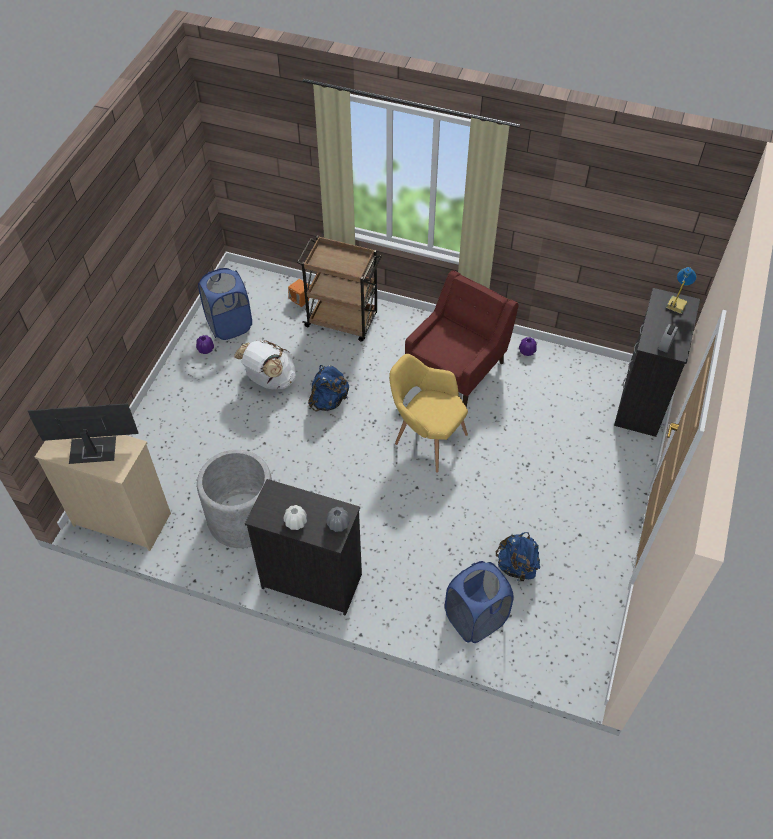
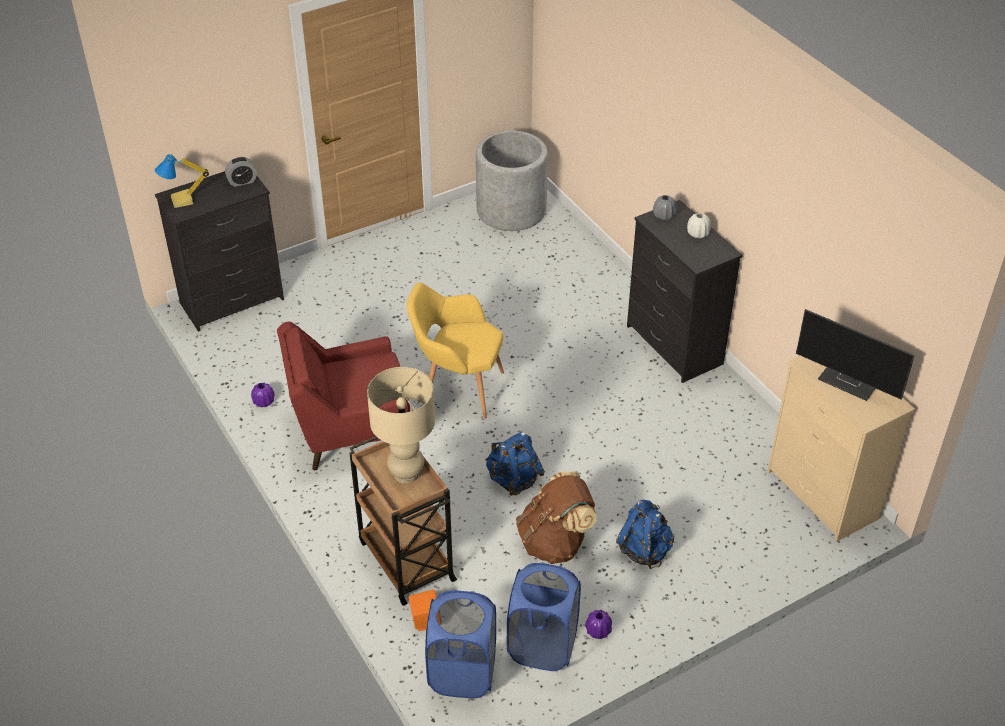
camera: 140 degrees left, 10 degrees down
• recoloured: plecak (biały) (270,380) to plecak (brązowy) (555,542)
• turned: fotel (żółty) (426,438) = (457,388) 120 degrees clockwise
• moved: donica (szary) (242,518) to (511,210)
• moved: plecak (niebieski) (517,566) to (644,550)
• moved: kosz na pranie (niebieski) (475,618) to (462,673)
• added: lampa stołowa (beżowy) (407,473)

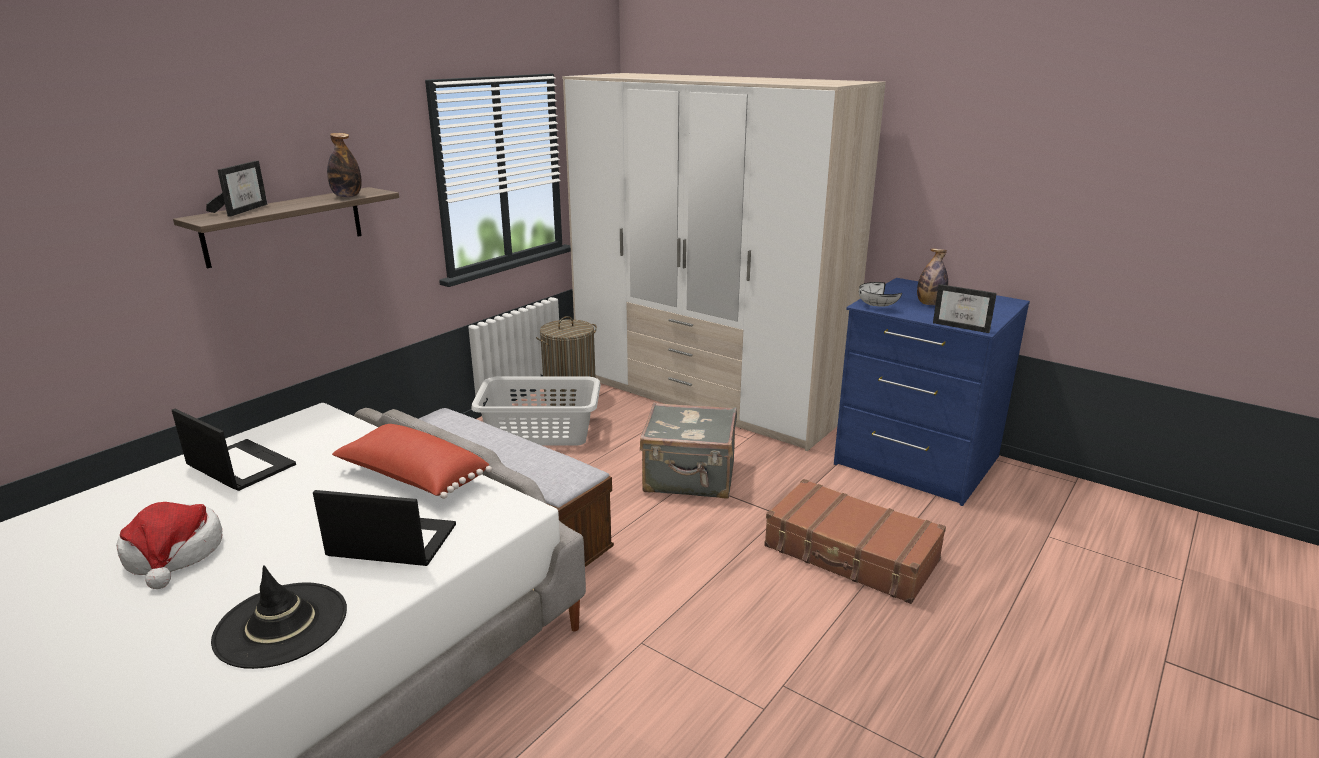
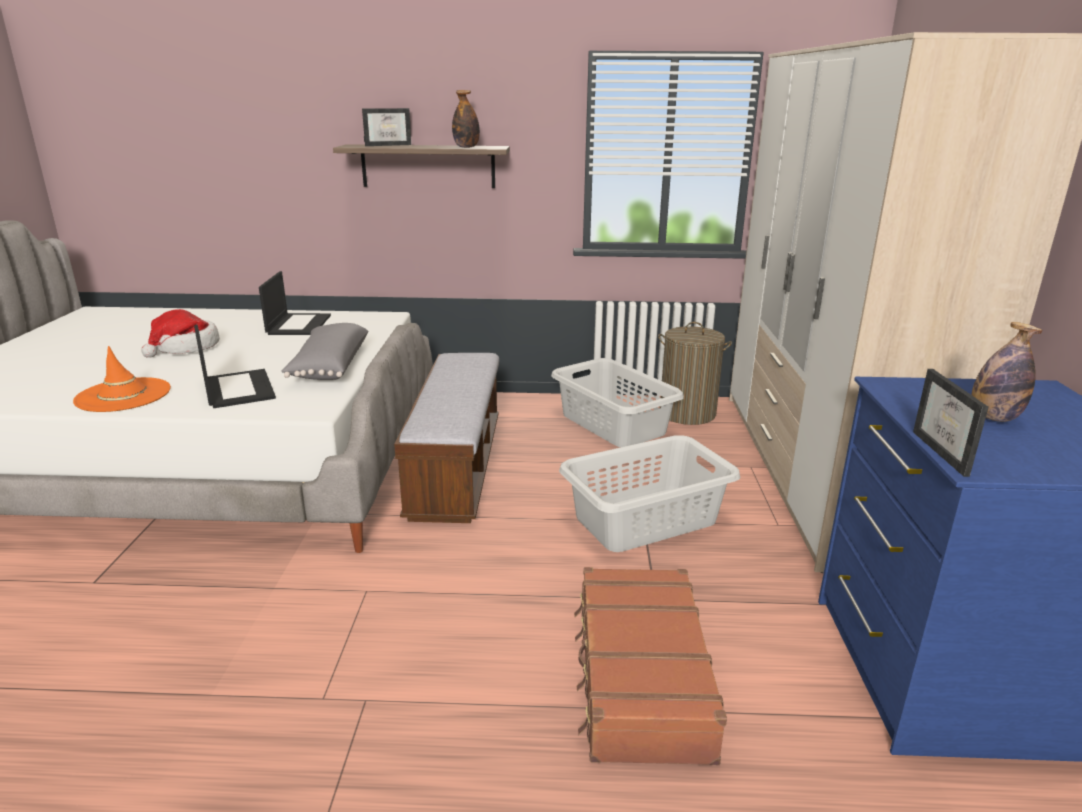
camera: 55 degrees right, 0 degrees up
• removed: miska (biały) (875,306)
• replaced: walizka (szary) (690,478) to kosz na pranie (szary) (646,520)
• recoloured: poduszka (czerwony) (413,478) to poduszka (szary) (328,367)
• recoloured: kapelusz (czarny) (281,625) to kapelusz (pomarańczowy) (123,395)

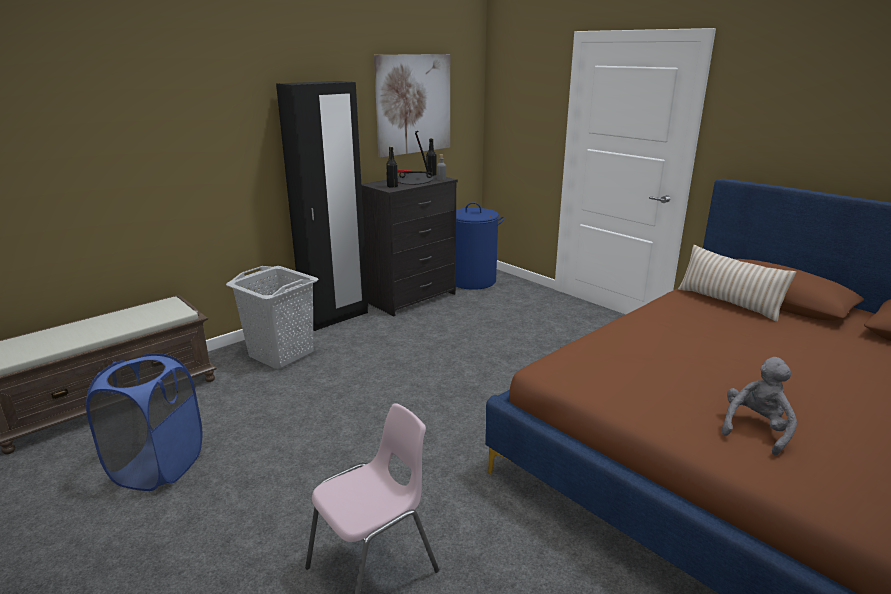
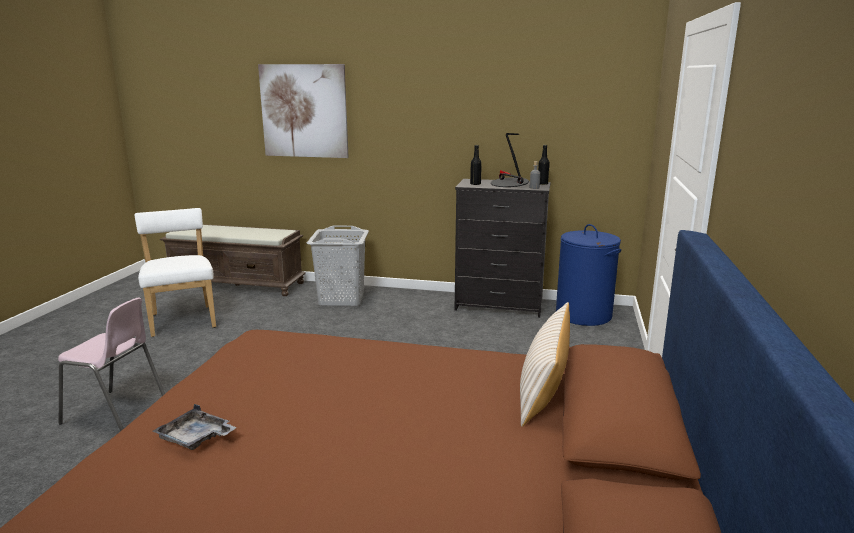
camera: 55 degrees right, 5 degrees down
• moved: obraz (413,104) to (304,111)
• removed: szafa (czarny) (335,318)
• replaced: kosz na pranie (niebieski) (158,466) to krzesło (biały) (183,319)
• replaced: pluszak (szary) (755,429) to taca (szary) (196,438)

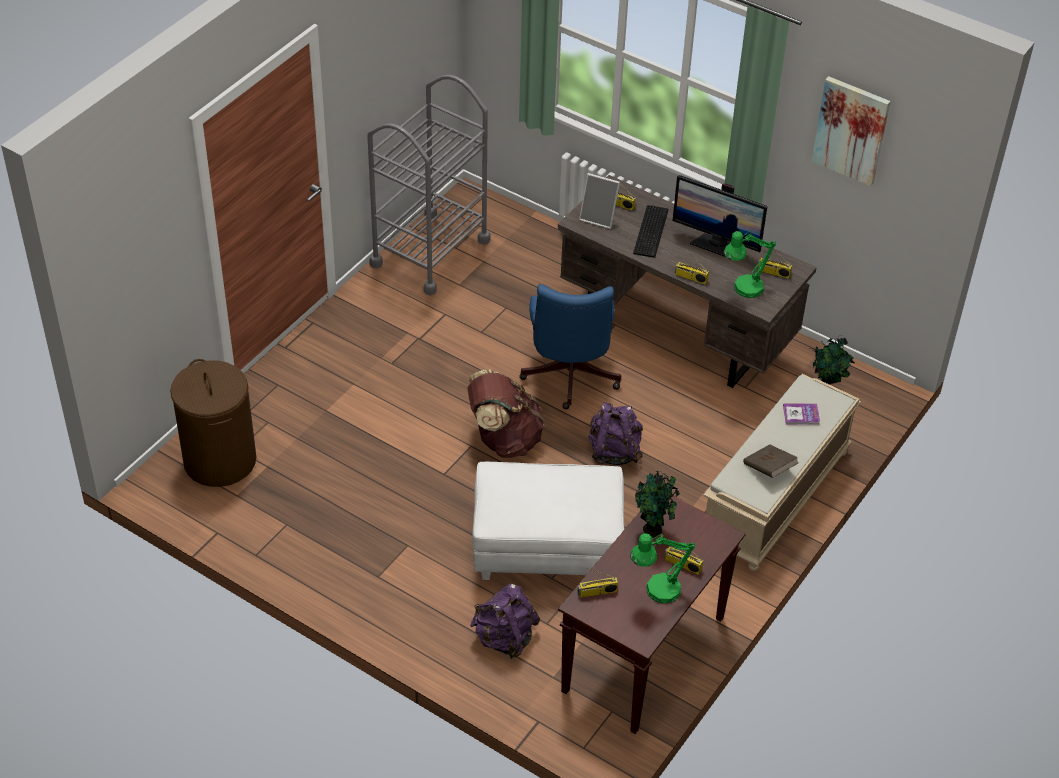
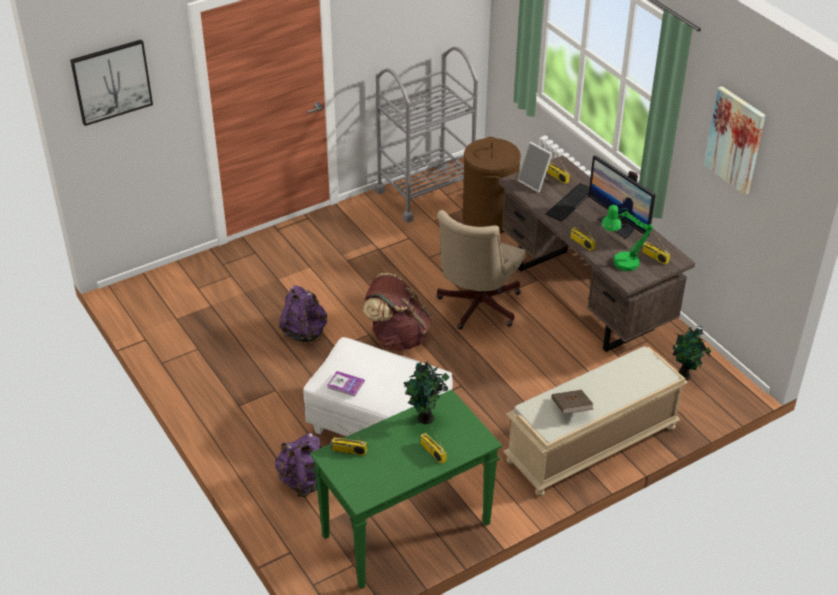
camera: 25 degrees right, 5 degrees down
• recoloured: krzesło biurowe (niebieski) (569,378) to krzesło biurowe (beżowy) (476,308)
• moved: kosz na pranie (brązowy) (219,460) to (488,218)
• moved: plecak (fioletowy) (613,451) to (305,331)
• moved: książka (801,415) to (345,384)
• recoloured: stolik konsolowy (brązowy) (643,656) to stolik konsolowy (zielony) (405,531)
• removed: lampa stołowa (zielony) (656,591)
• added: obraz (111,81)

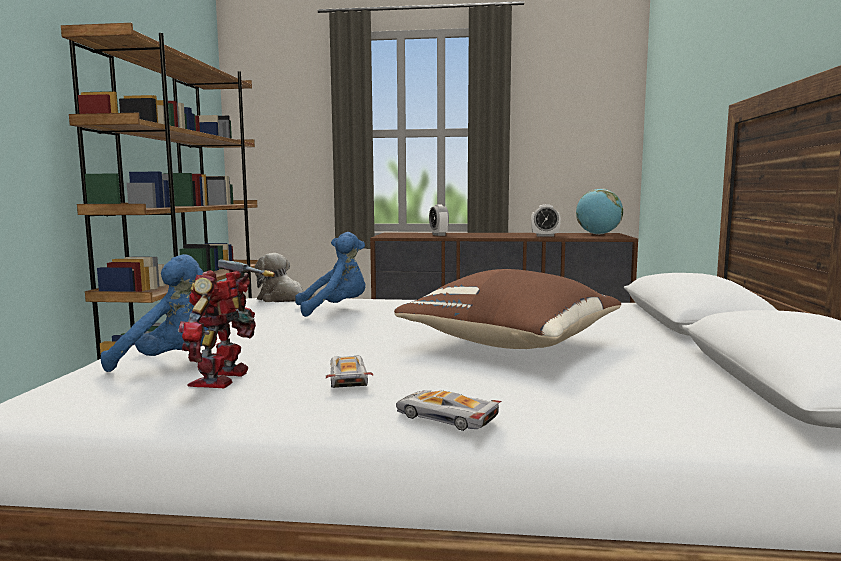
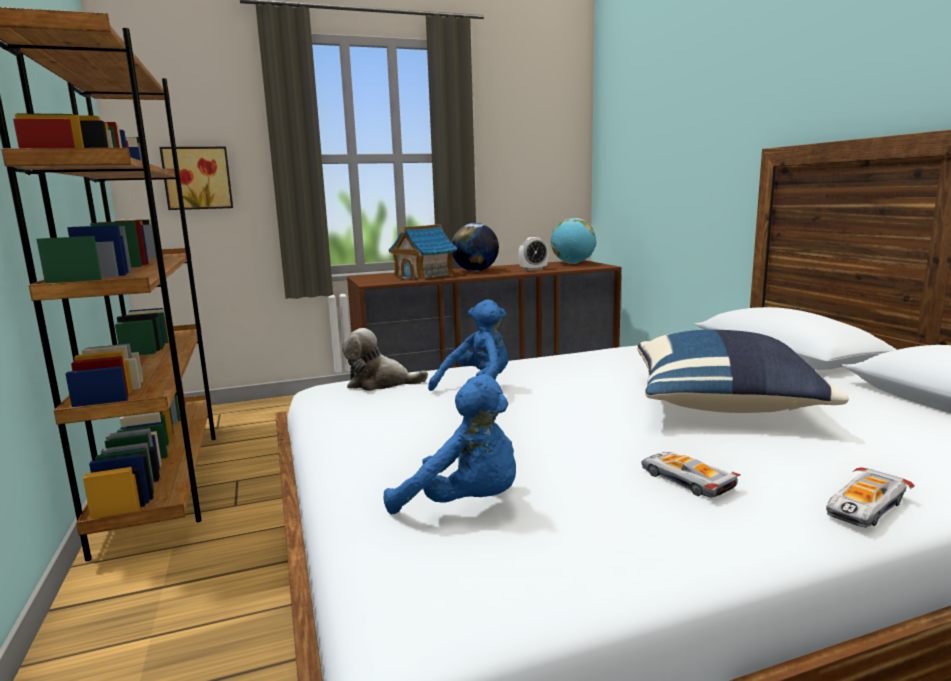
camera: 25 degrees left, 5 degrees up
• replaced: budzik (438,235) to domek (424,276)
• turned: pluszak (niebieski) (173,362) = (465,504) 45 degrees clockwise
• removed: robot zabawkowy (224,379)
• recoloured: poduszka (brązowy) (512,344) to poduszka (niebieski) (724,405)
• turned: samochodzik (445,417) = (864,506) 45 degrees counterclockwise
• added: obraz (197,178)
• added: globus (475,271)

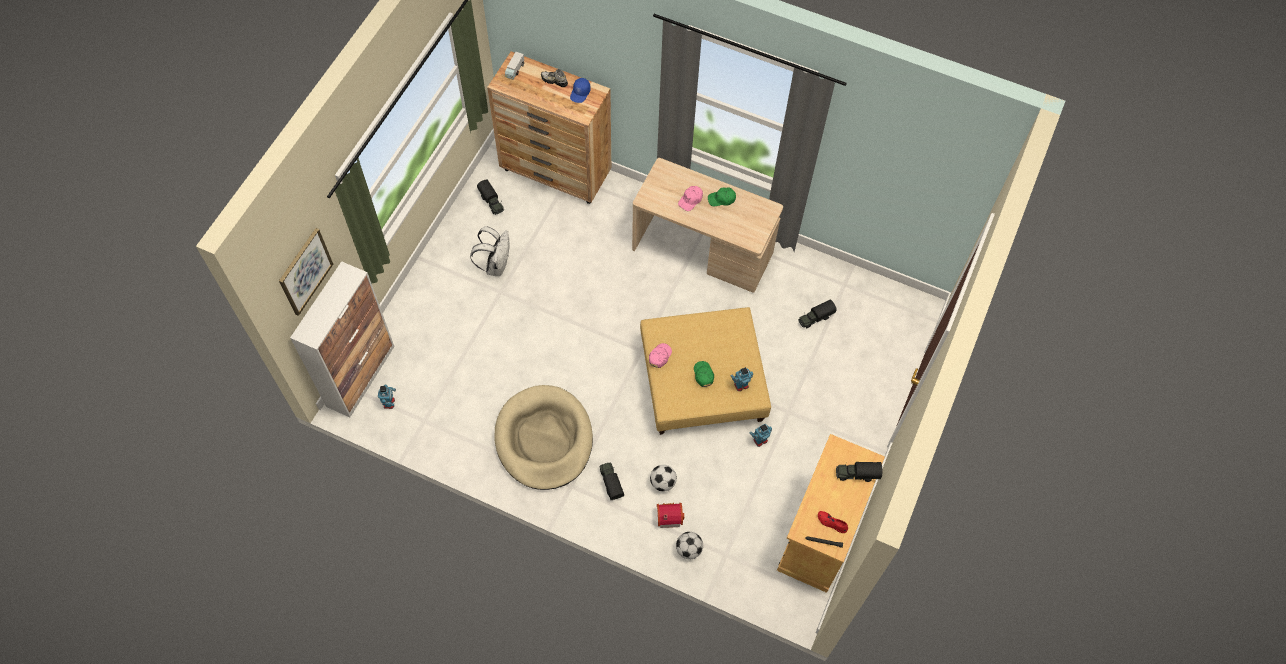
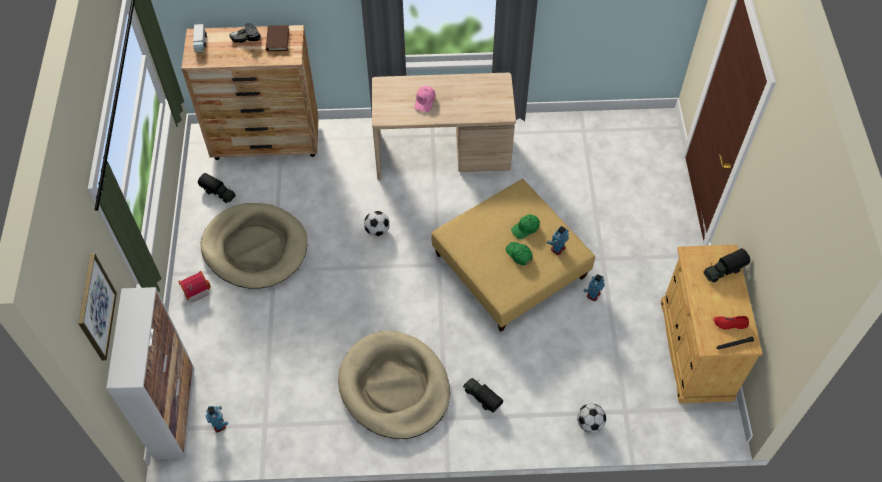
camera: 25 degrees left, 5 degrees down
• replaced: czapka z daszkiem (niebieski) (580,93) to książka (brązowy) (277,39)
• moved: czapka z daszkiem (zielony) (721,199) to (525,228)
• replaced: plecak (biały) (496,265) to legowisko (beżowy) (255,248)
• removed: ciężarówka zabawkowa (815,318)
• removed: czapka z daszkiem (różowy) (659,356)
• moved: piłka futbolowa (662,482) to (377,230)
• moved: domek (668,516) to (195,290)

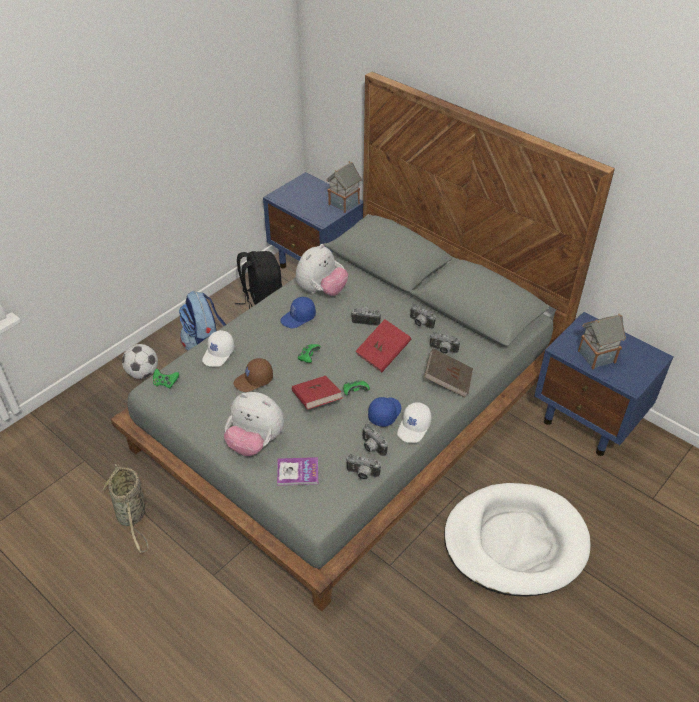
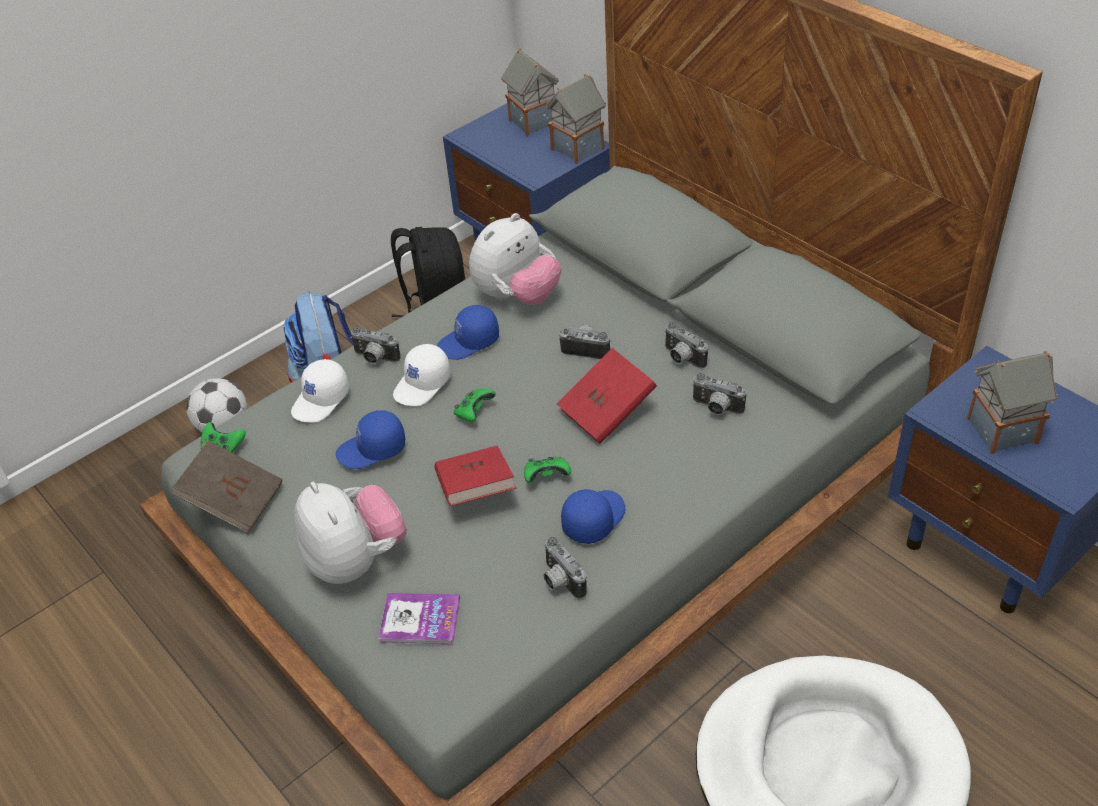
camera: 10 degrees right, 0 degrees up
• moved: książka (brązowy) (448,381) to (234,500)
• recoloured: czapka z daszkiem (brązowy) (254,381) to czapka z daszkiem (niebieski) (372,450)
• turned: pluszak (255,442) = (356,560) 150 degrees counterclockwise
• moved: czapka z daszkiem (biały) (414,428) to (423,385)
• moved: aparat fotograficzny (362,474) to (375,358)
• removed: koszyk (132,516)
• added: domek (532,122)

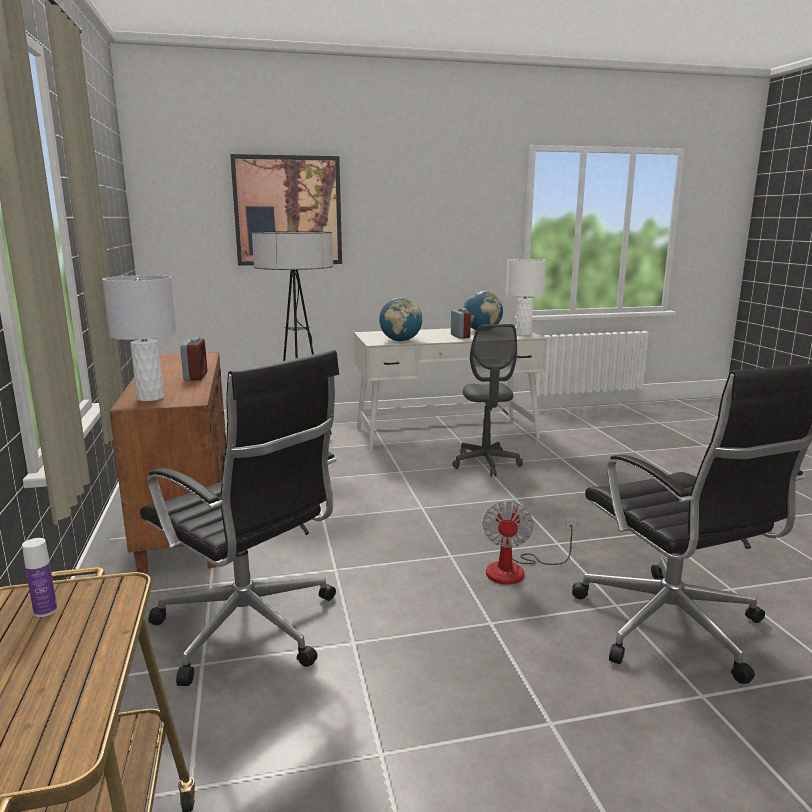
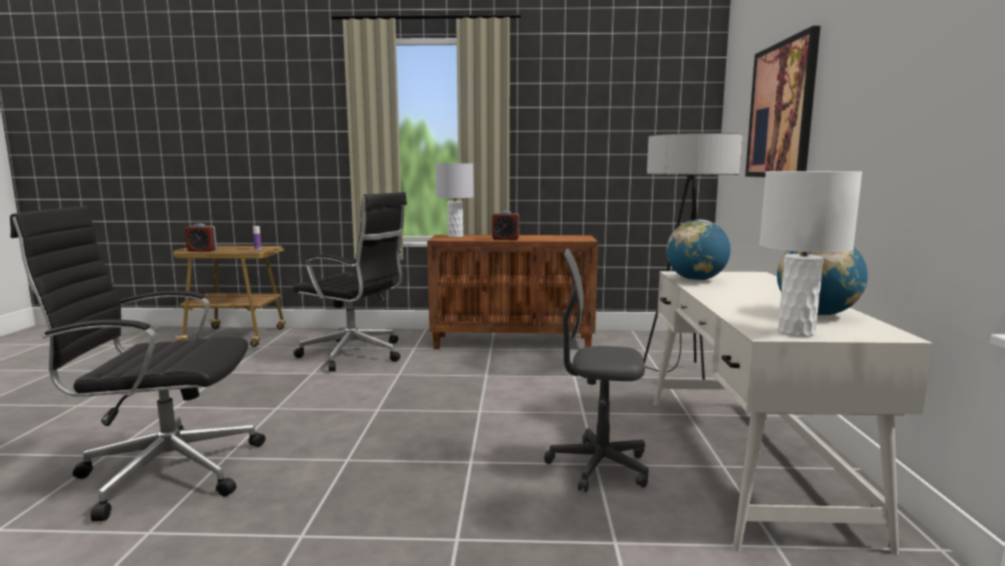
camera: 105 degrees right, 5 degrees down
• moved: budzik (460,336) to (202,251)
• turned: krzesło biurowe (czarny) (250,629) = (355,354) 120 degrees counterclockwise
• removed: wentylator (517,570)

